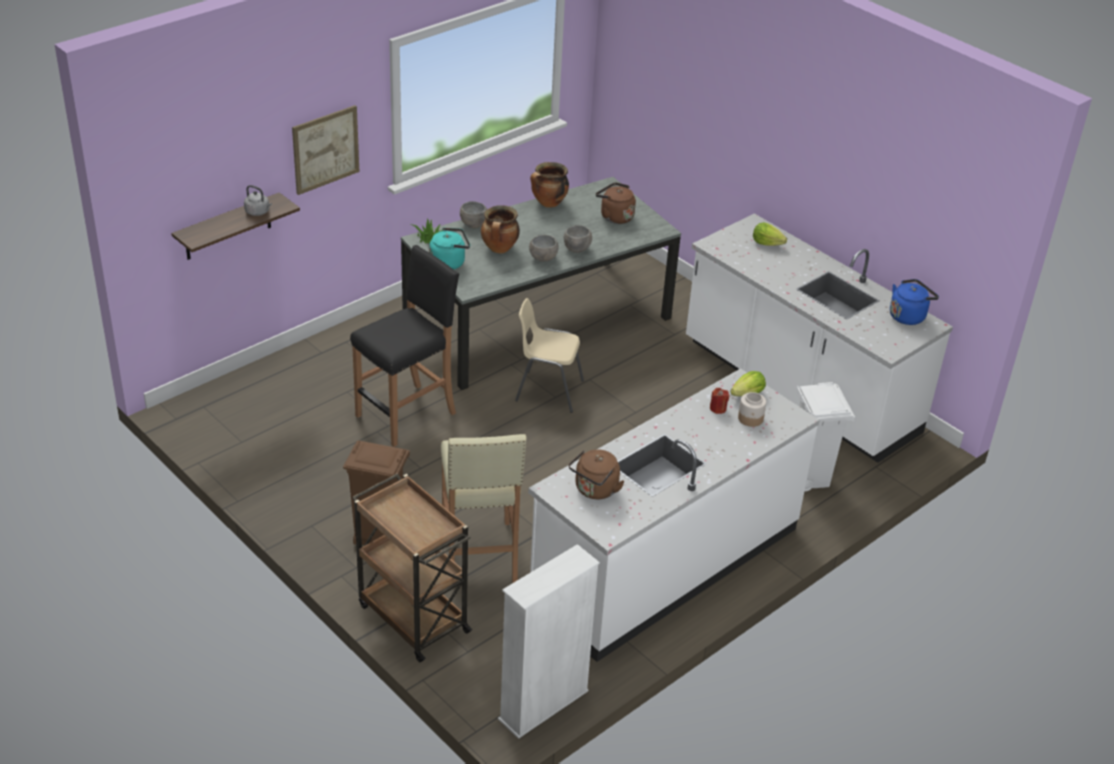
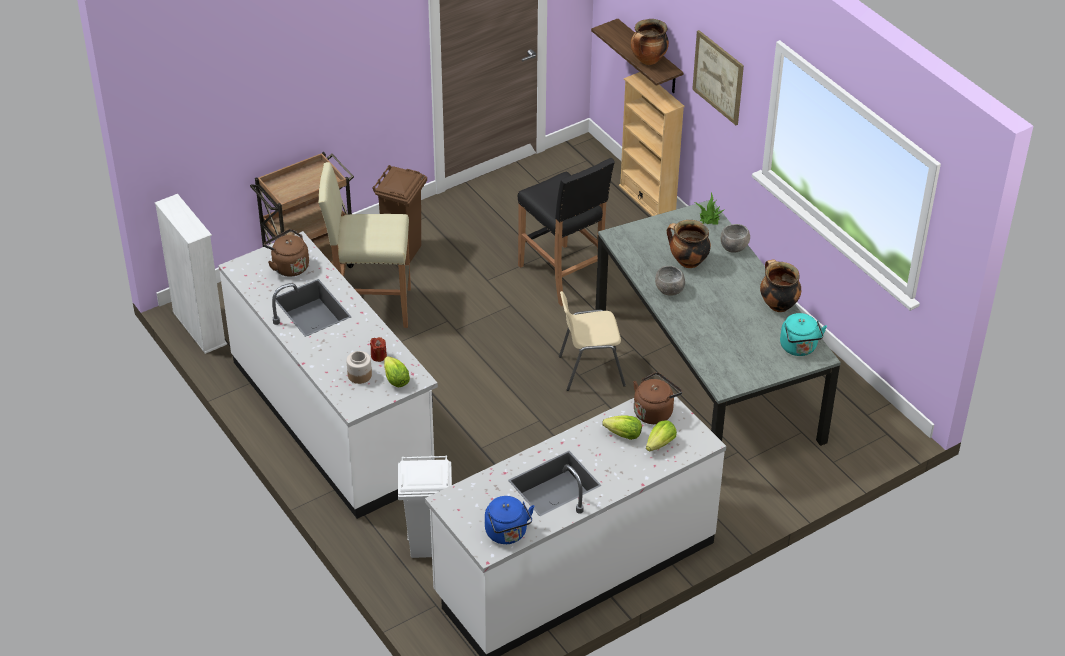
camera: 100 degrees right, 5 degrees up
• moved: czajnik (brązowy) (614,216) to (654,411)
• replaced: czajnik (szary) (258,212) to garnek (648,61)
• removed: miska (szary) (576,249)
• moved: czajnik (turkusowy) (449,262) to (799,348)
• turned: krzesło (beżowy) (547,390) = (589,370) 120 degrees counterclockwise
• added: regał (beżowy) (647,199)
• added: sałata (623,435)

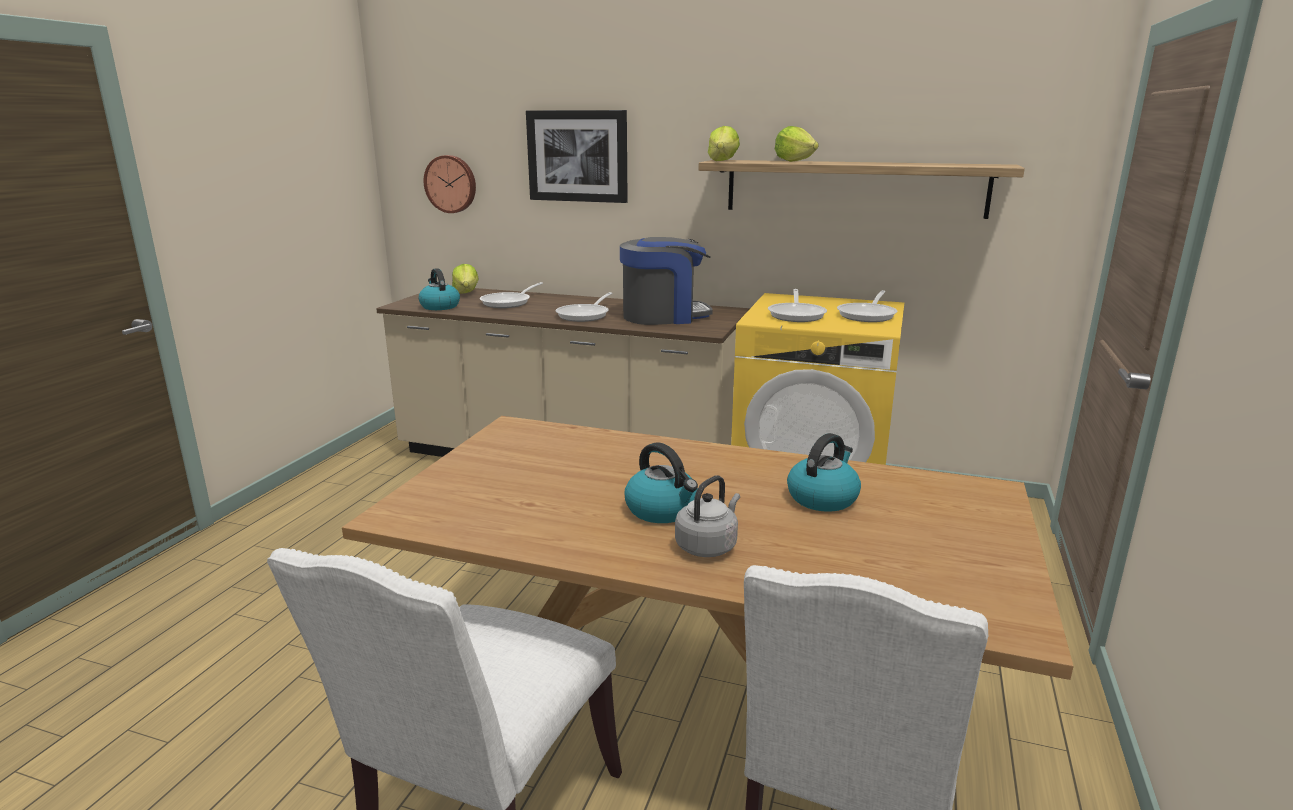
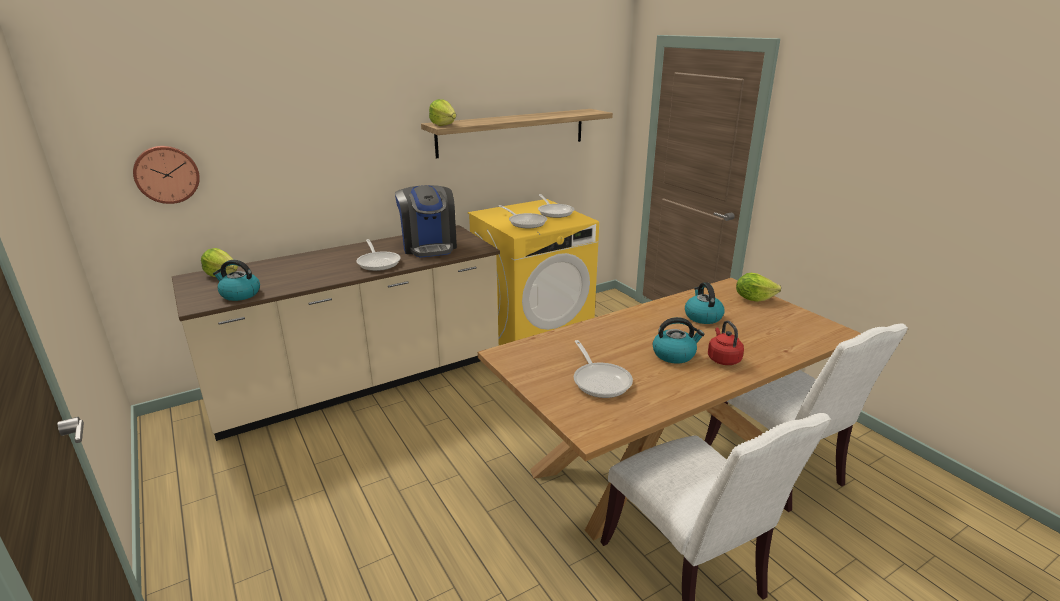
camera: 50 degrees left, 5 degrees up
• removed: obraz (577,156)
• moved: sałata (794,161) to (753,299)
• turned: ekspres do kawy (664,316) = (429,246) 135 degrees clockwise
• moved: patelnia (509,302) to (600,380)
• recoloured: czajnik (szary) (708,546) to czajnik (czerwony) (723,359)

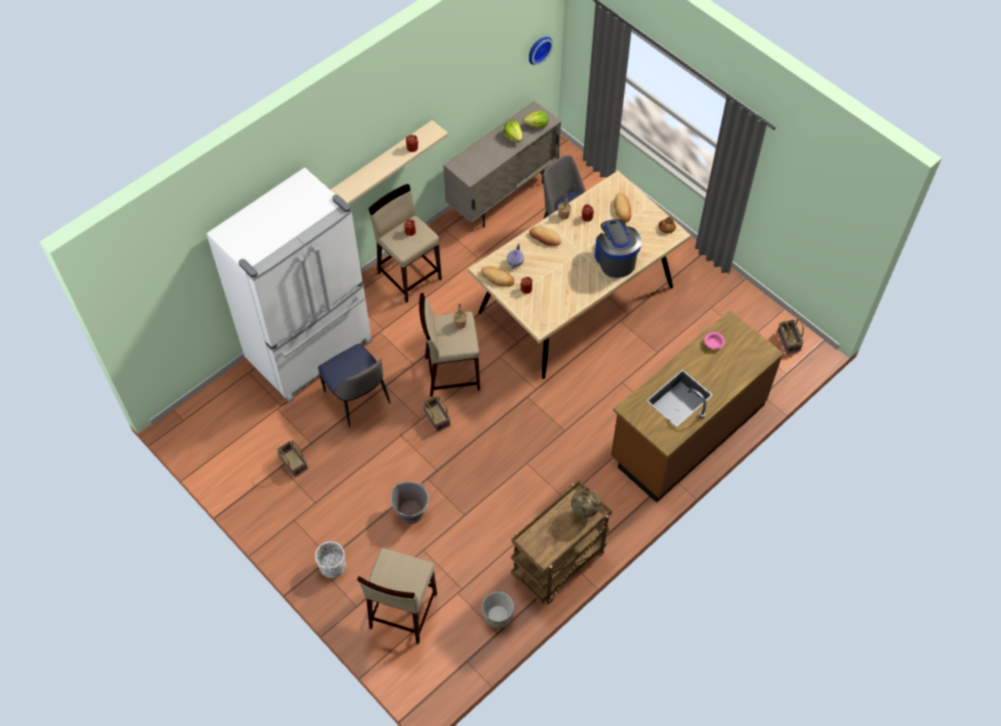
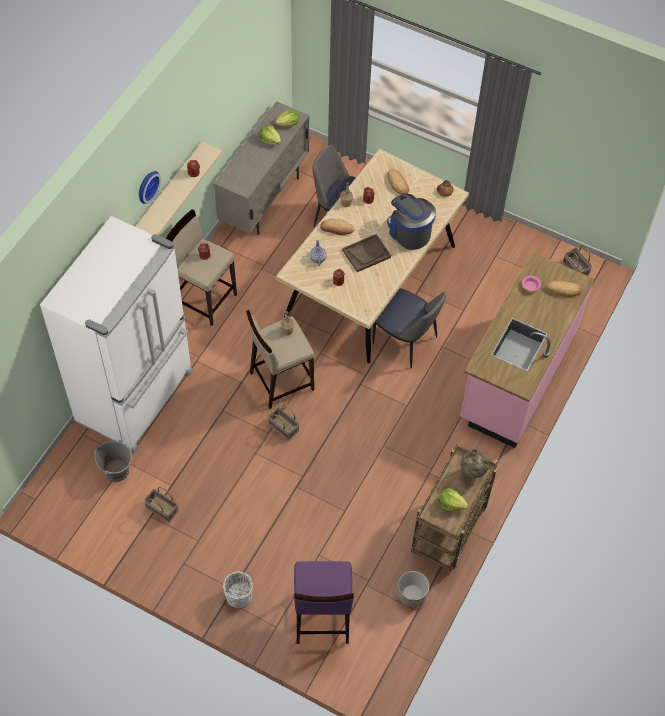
camera: 20 degrees left, 0 degrees up
• moved: zegar ścienny (538,49) to (146,186)
• moved: chleb (497,278) to (563,289)
• recoloured: zabudowa kuchenna (brązowy) (686,431) to zabudowa kuchenna (różowy) (517,375)
• moved: krzesło (358,399) to (406,342)
• moved: wiadro (szary) (411,512) to (117,471)
• recoloured: stołek (beżowy) (402,611) to stołek (fioletowy) (321,618)
• added: taca (brązowy) (366,254)
• added: sałata (451,503)

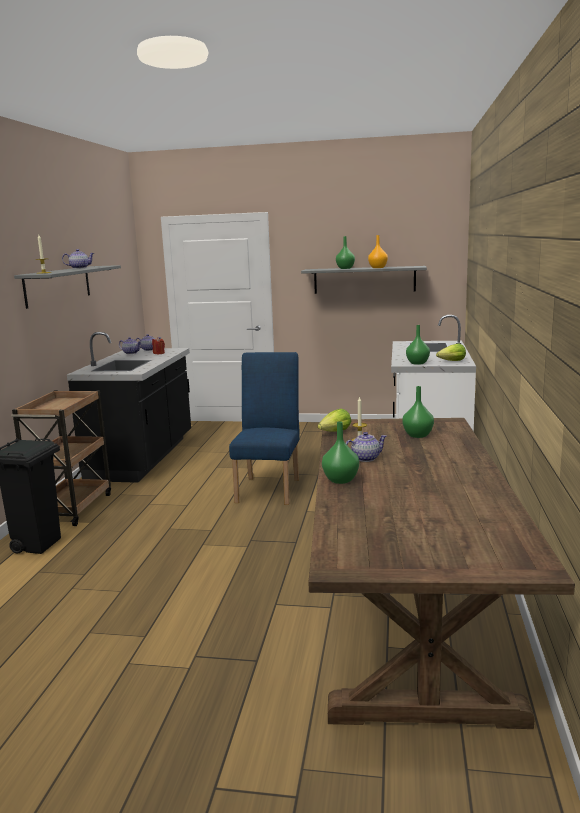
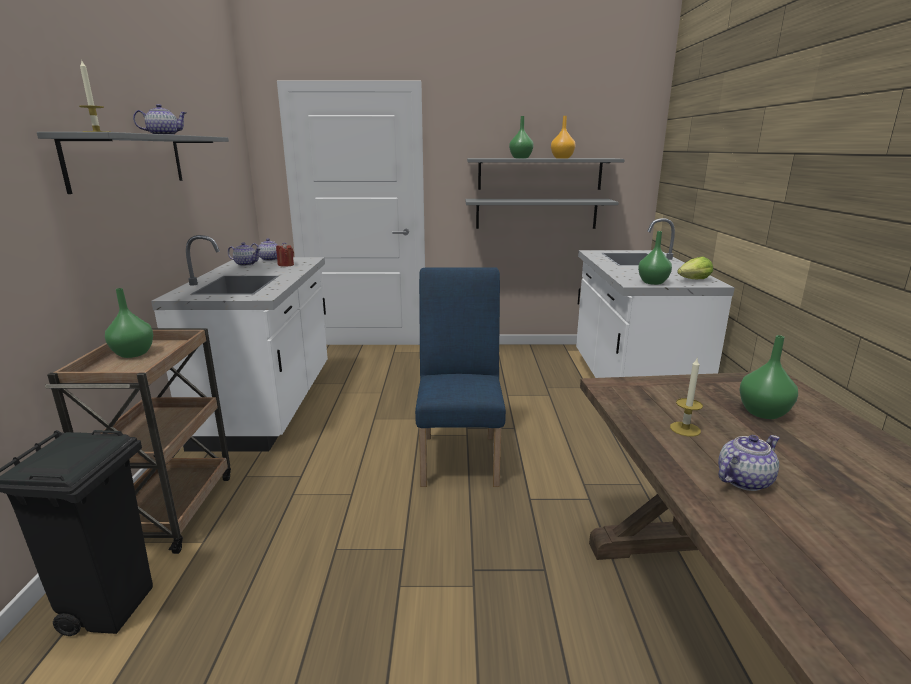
camera: 10 degrees left, 5 degrees up
• recoloured: zabudowa kuchenna (czarny) (143,458) to zabudowa kuchenna (biały) (269,406)
• removed: sałata (335,432)
• moved: wazon (zielony) (340,480) to (133,354)
• added: półka (szary) (536,213)

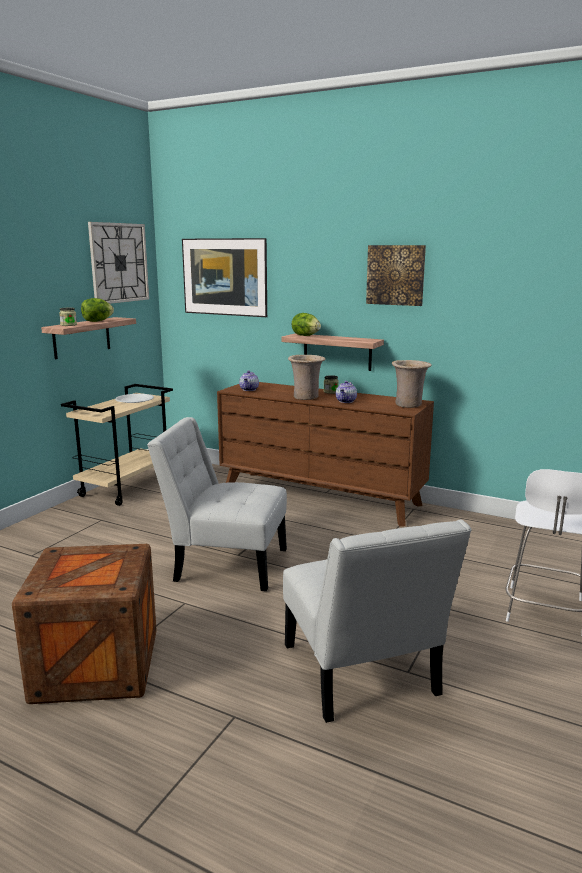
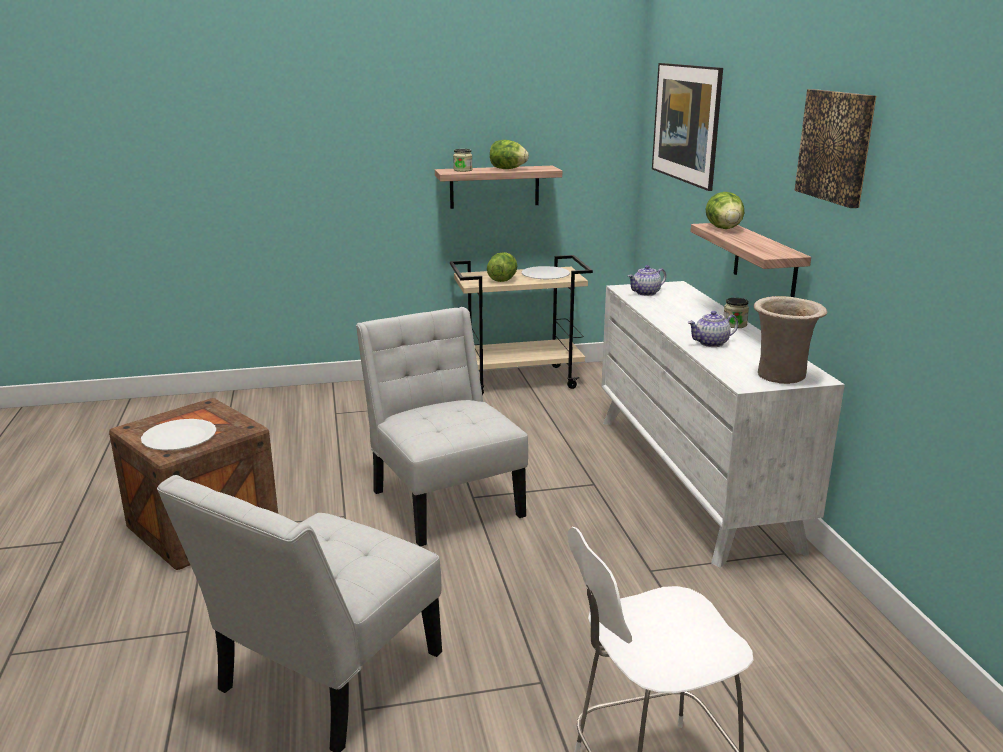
camera: 50 degrees right, 5 degrees up
• removed: zegar ścienny (119,263)
• removed: wazon (beżowy) (306,397)
• recoloured: komoda (brązowy) (320,497) to komoda (biały) (692,479)
• added: sałata (502,280)
• added: talerz (biały) (179,437)

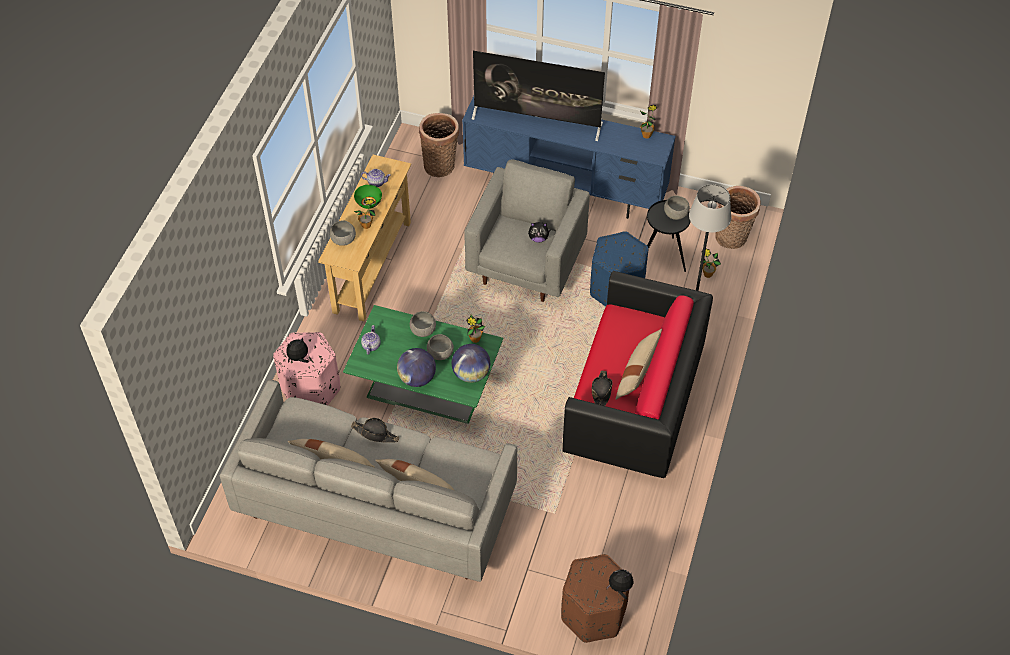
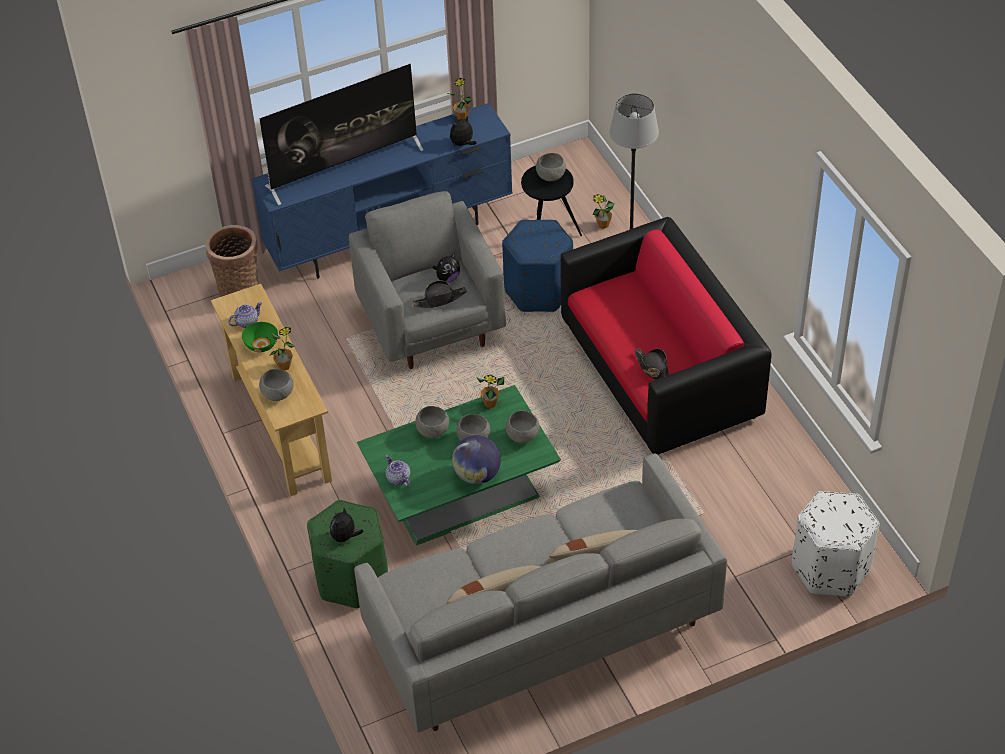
camera: 40 degrees left, 5 degrees down
• removed: koszyk (732,238)
• removed: poduszka (beżowy) (637,373)
• recoloured: pufa (różowy) (310,389) to pufa (zielony) (351,578)
• replaced: globus (471,374) to miska (szary) (523,435)
• moved: kapelusz (czarny) (375,434) to (440,299)
• recoloured: pufa (brązowy) (592,614) to pufa (biały) (830,568)
• moved: pluszak (620,588) to (462,144)

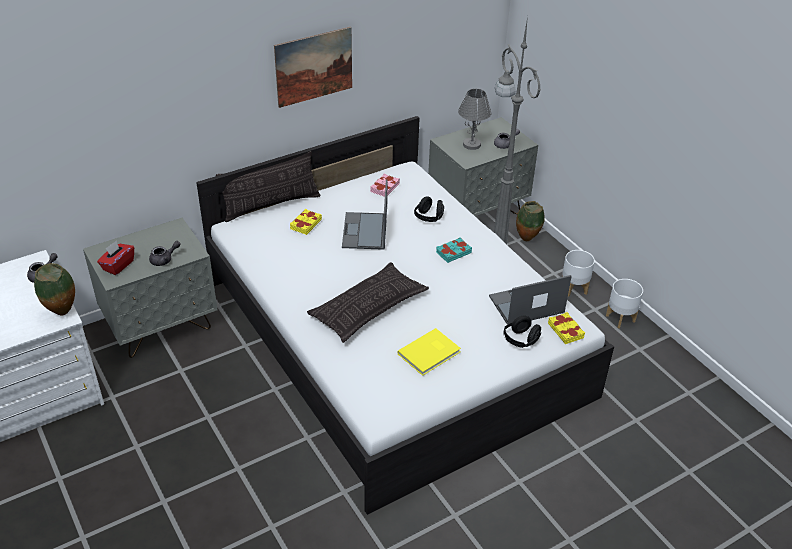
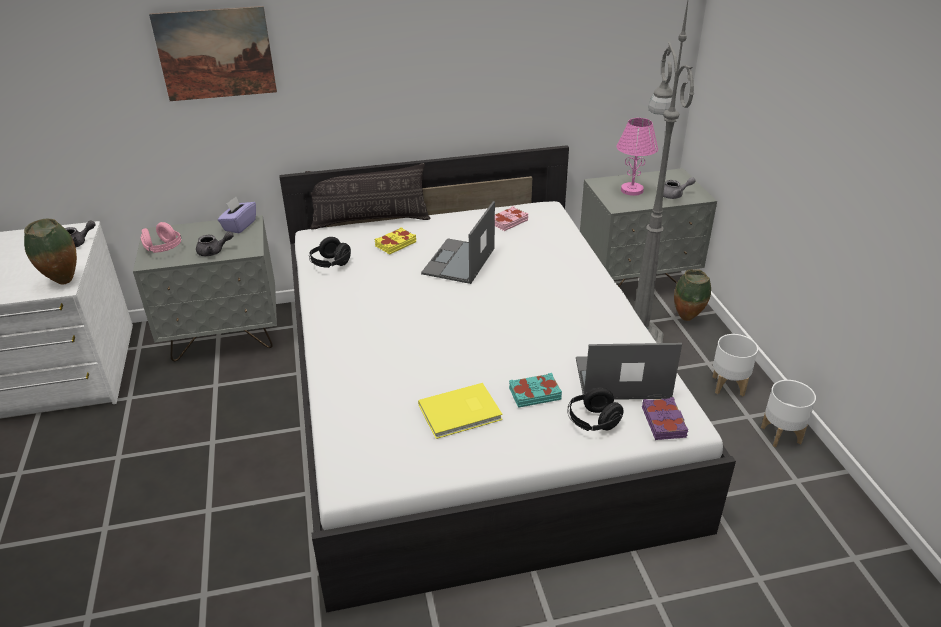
camera: 20 degrees right, 5 degrees down
• moved: obraz (314,66) to (215,54)
• recoloured: lampa stołowa (szary) (471,144) to lampa stołowa (różowy) (631,190)
• moved: słuchawki (czarny) (429,218) to (330,264)
• moved: książka (turkusowy) (453,252) to (534,393)
• replaced: pudełko chusteczek (czerwony) (118,265) to słuchawki (różowy) (163,249)
• removed: poduszka (368,307)
• recoloured: książka (żółty) (566,330) to książka (fioletowy) (664,422)
• added: pudełko chusteczek (fioletowy) (239,225)

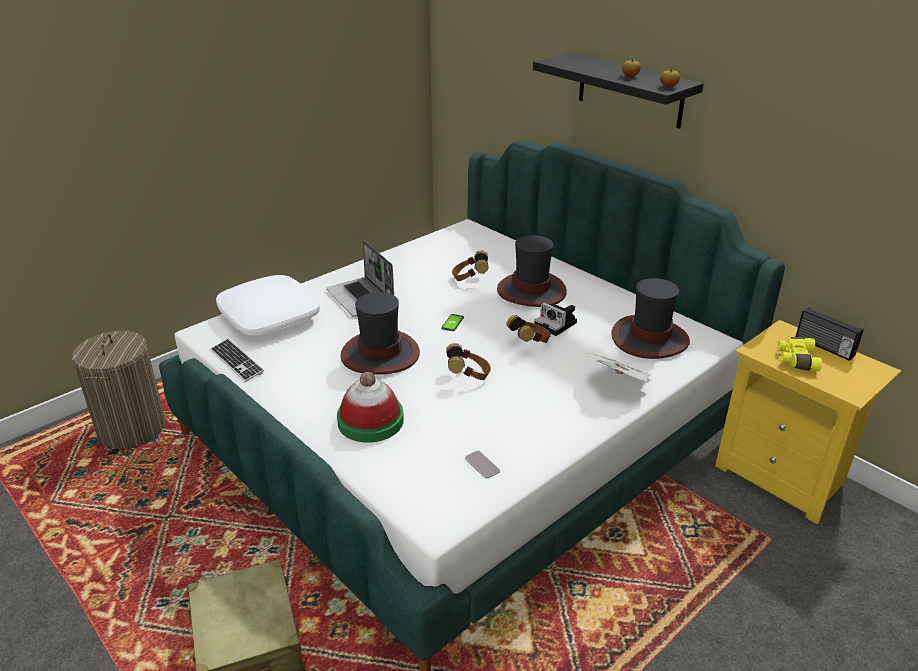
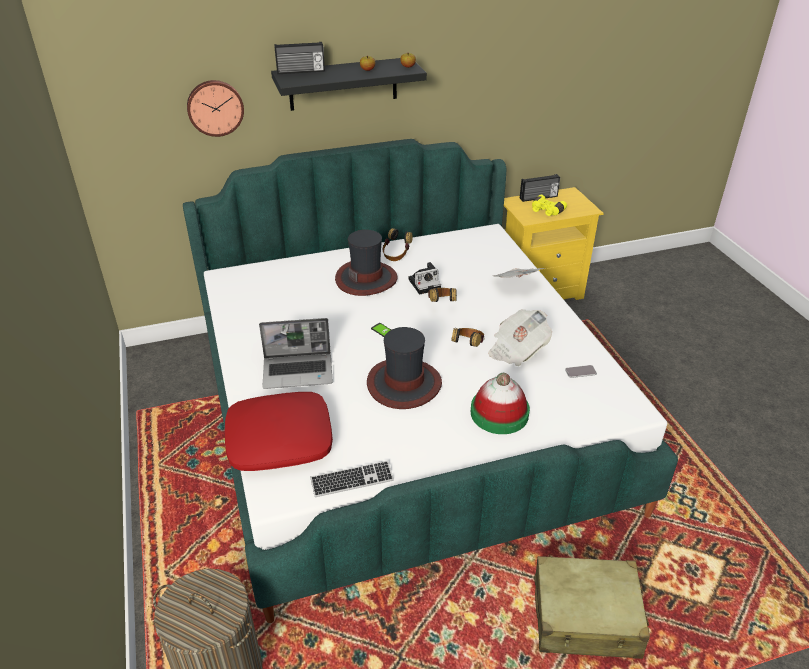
camera: 65 degrees left, 5 degrees up
• moved: słuchawki (469,278) to (396,255)
• recoloured: poduszka (biały) (270,315) to poduszka (czerwony) (280,440)
• removed: kapelusz (649,339)
• added: radio (301,71)
• added: zegar ścienny (215,107)
• added: gazeta (517,350)

